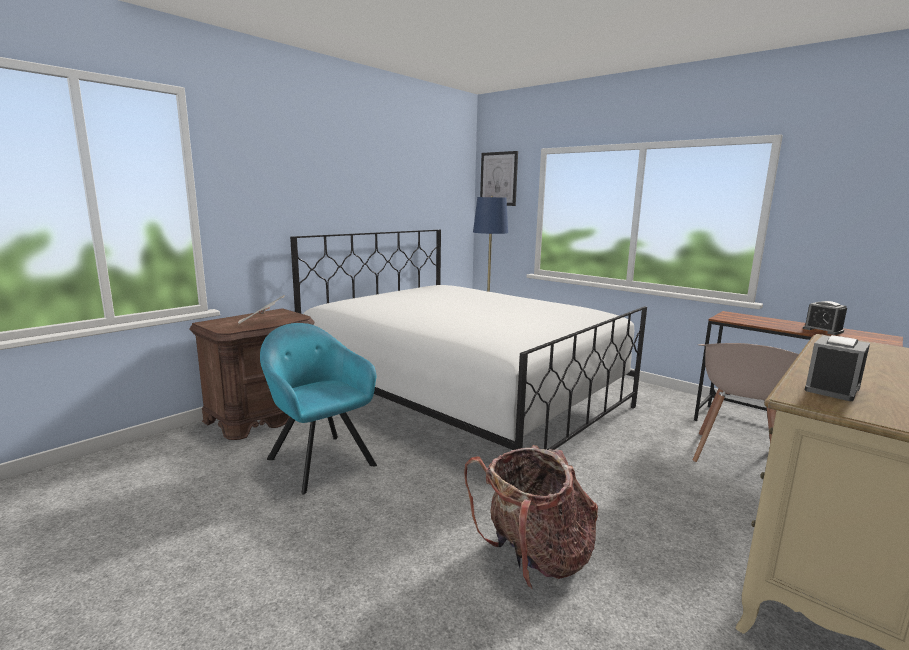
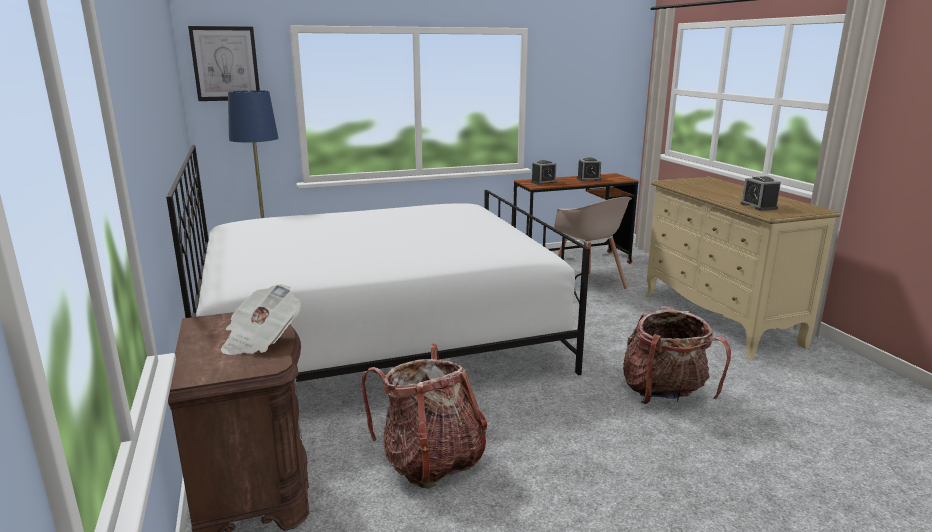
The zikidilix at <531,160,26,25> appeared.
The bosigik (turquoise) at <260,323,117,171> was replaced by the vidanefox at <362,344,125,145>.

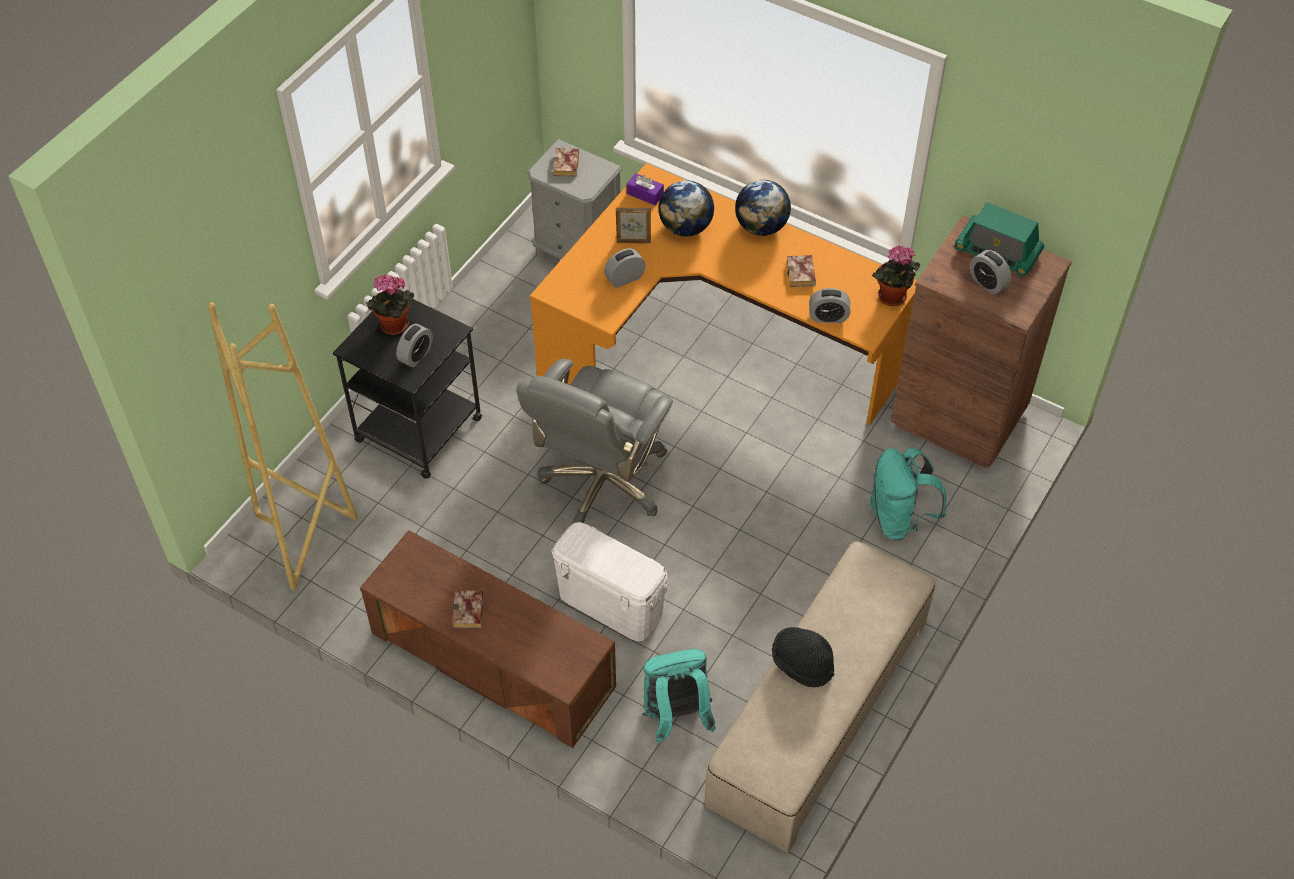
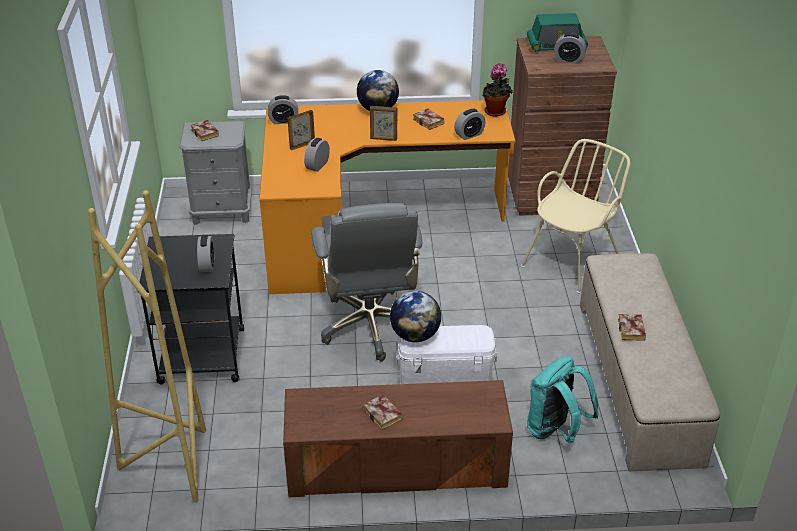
The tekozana at <366,275,48,60> disappeared.
The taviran at <370,106,27,35> appeared.
The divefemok moved from <659,180,55,57> to <390,291,51,51>.
The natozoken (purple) at <627,173,37,32> was replaced by the zikidilix at <268,95,30,29>.
The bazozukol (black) at <772,627,62,60> was replaced by the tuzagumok at <618,314,28,27>.
The vidanefox (turquoise) at <869,448,78,92> was replaced by the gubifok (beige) at <521,139,110,154>.

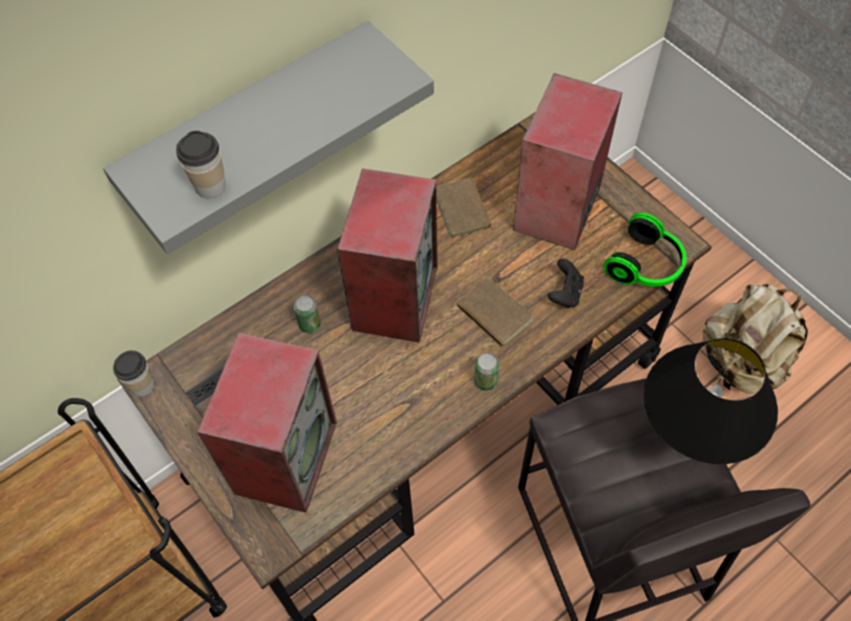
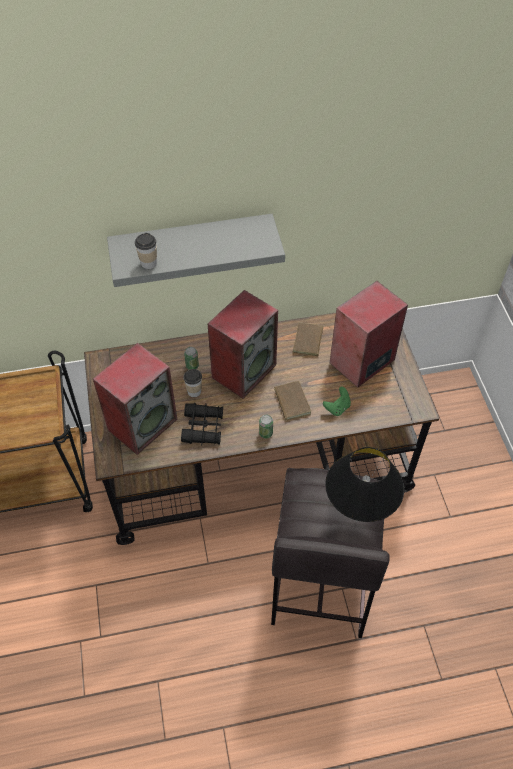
The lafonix at <604,212,83,75> disappeared.
The vidanefox (beige) at <703,284,105,110> disappeared.
The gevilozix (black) at <181,403,42,42> appeared.
The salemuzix moved from <113,350,41,47> to <183,369,19,28>.
The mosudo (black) at <548,258,36,50> became the mosudo (green) at <323,387,28,29>.

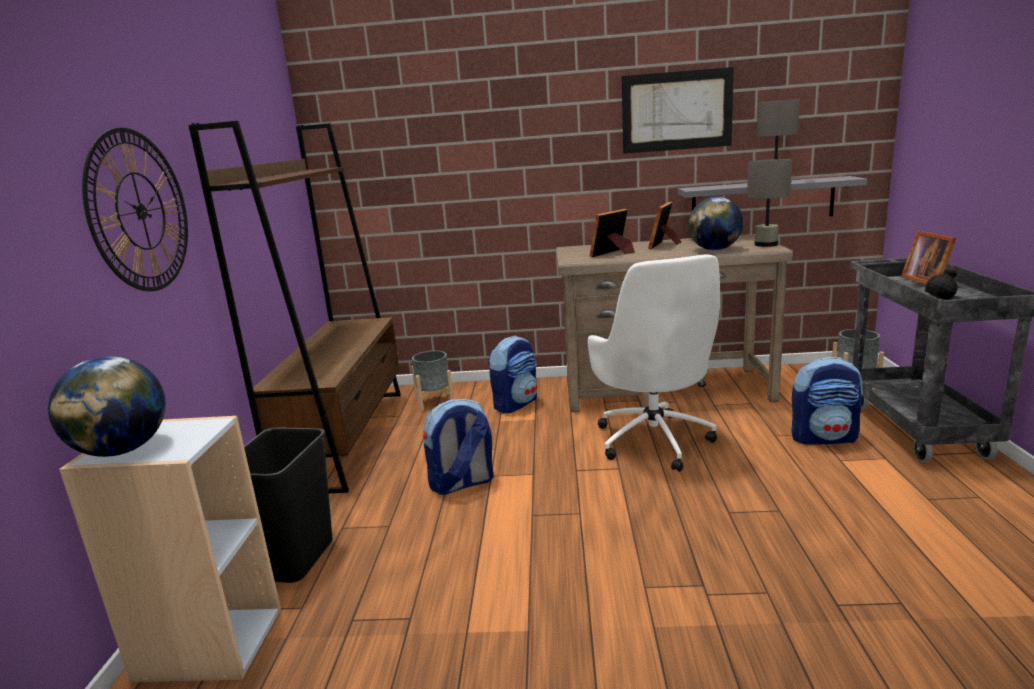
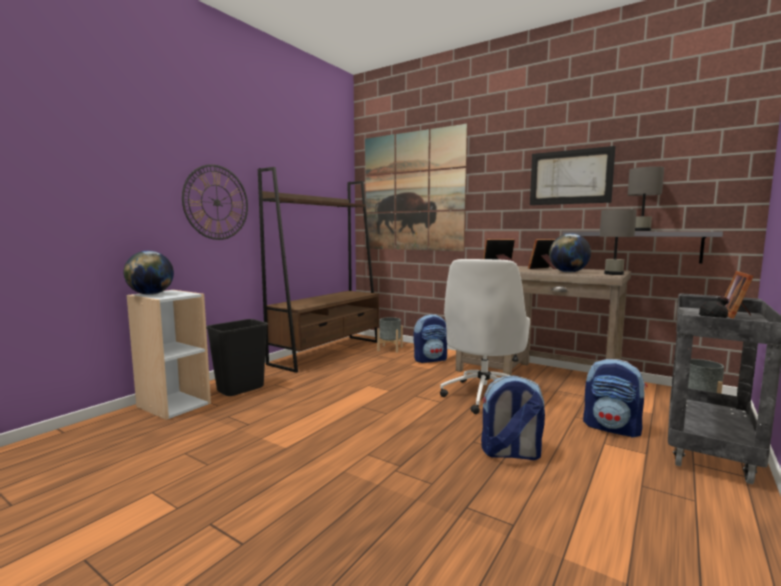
The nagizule at <365,124,103,127> appeared.
The vidanefox moved from <423,399,71,96> to <481,375,64,85>.

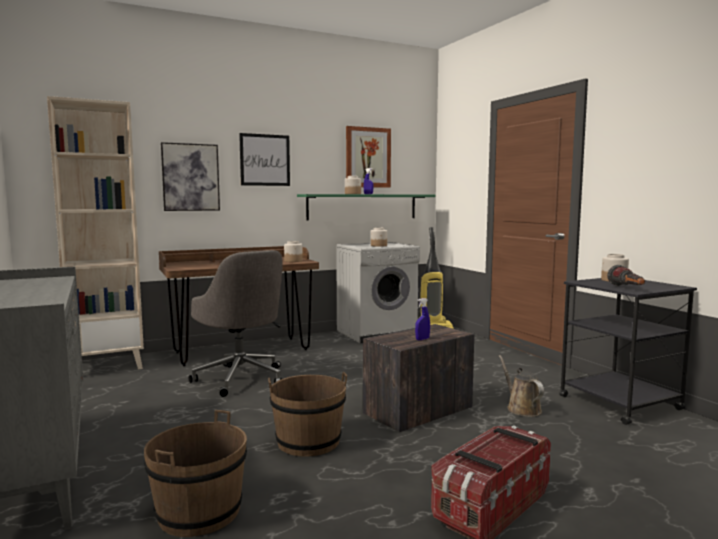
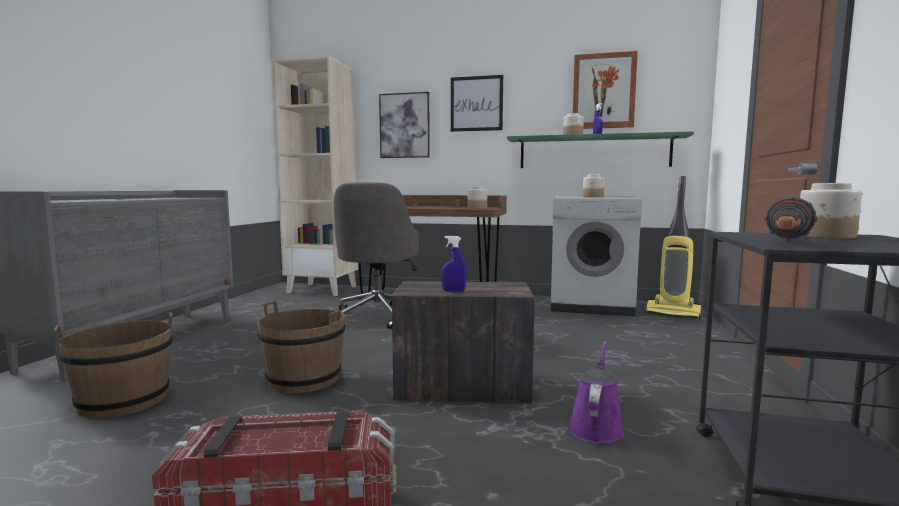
The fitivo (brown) at <499,355,45,62> became the fitivo (purple) at <568,341,56,103>.

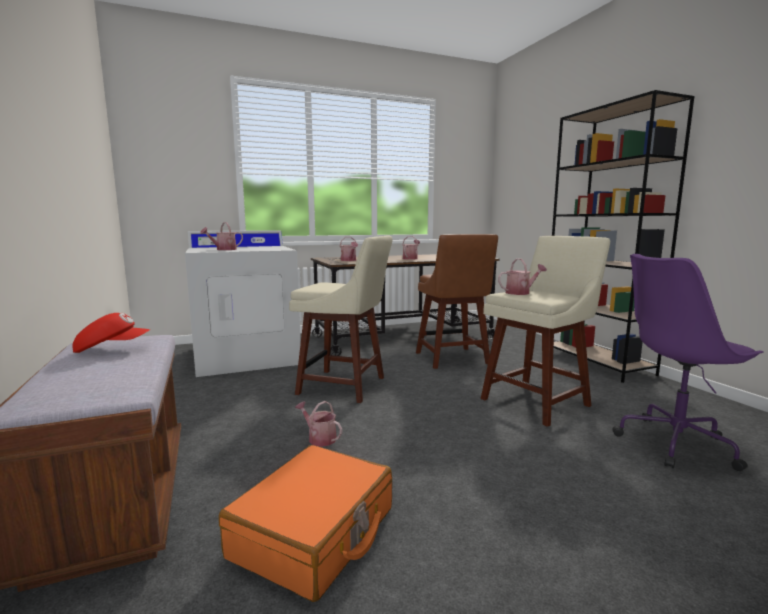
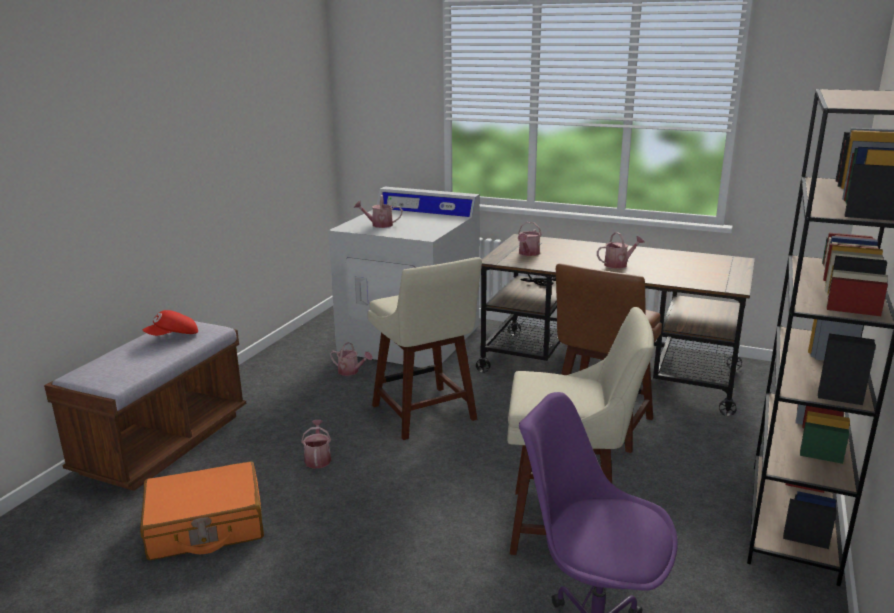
The fitivo moved from <498,258,49,37> to <330,342,43,34>.
The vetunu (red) at <73,313,77,40> turned 105 degrees clockwise.

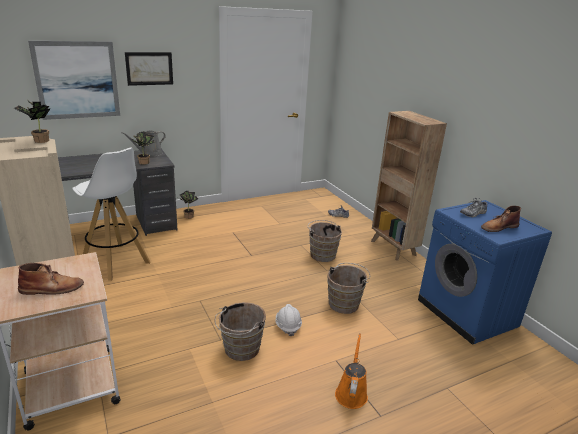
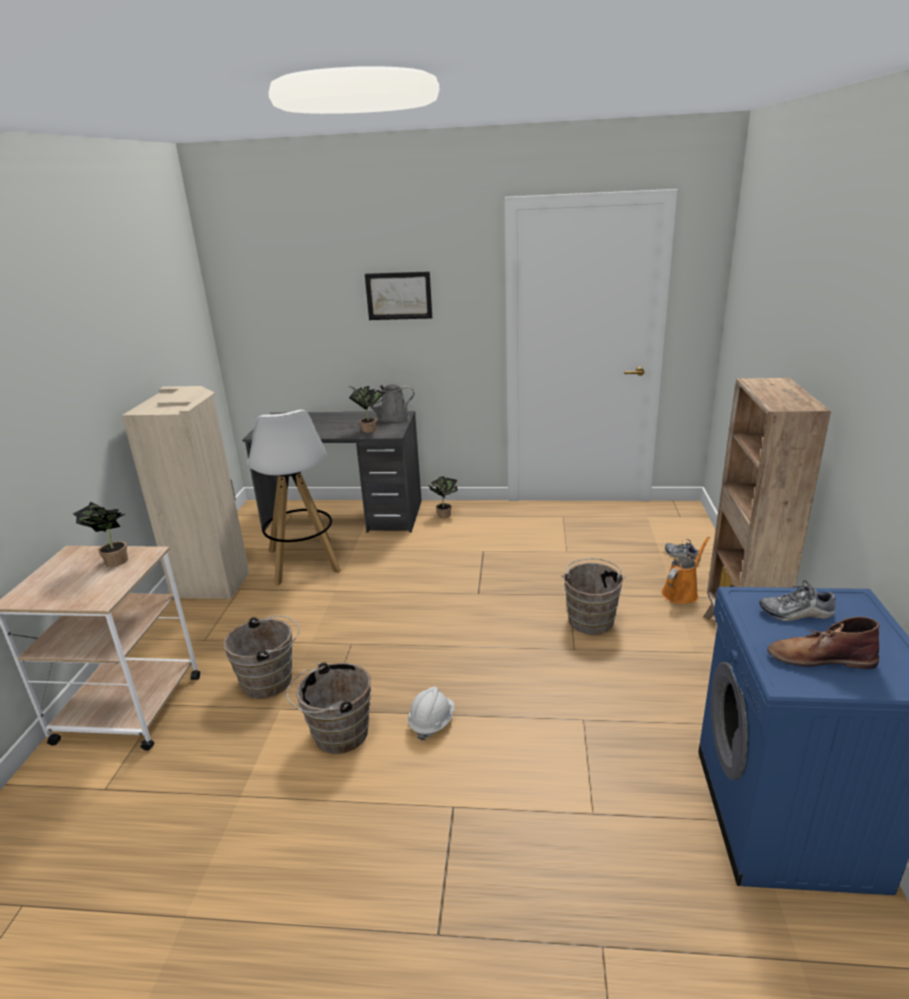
The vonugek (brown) at <18,263,66,32> disappeared.
The nagizule at <28,41,92,79> disappeared.
The tekozana moved from <14,100,37,43> to <73,502,55,65>.
The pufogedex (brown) moved from <327,263,43,51> to <223,616,77,83>.
The fitivo (orange) moved from <335,333,33,76> to <661,536,49,68>.

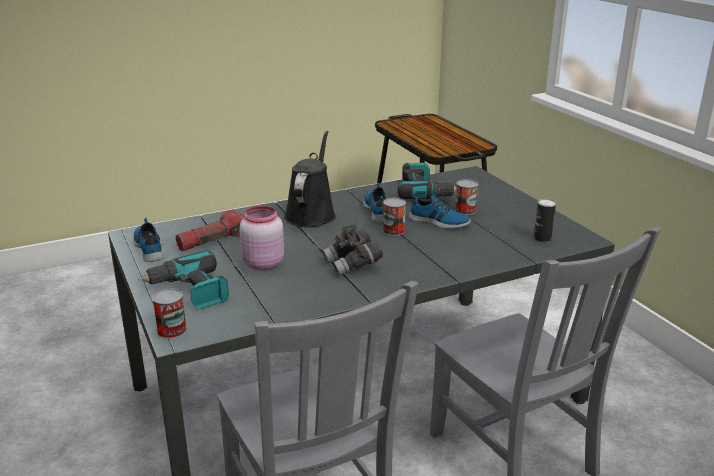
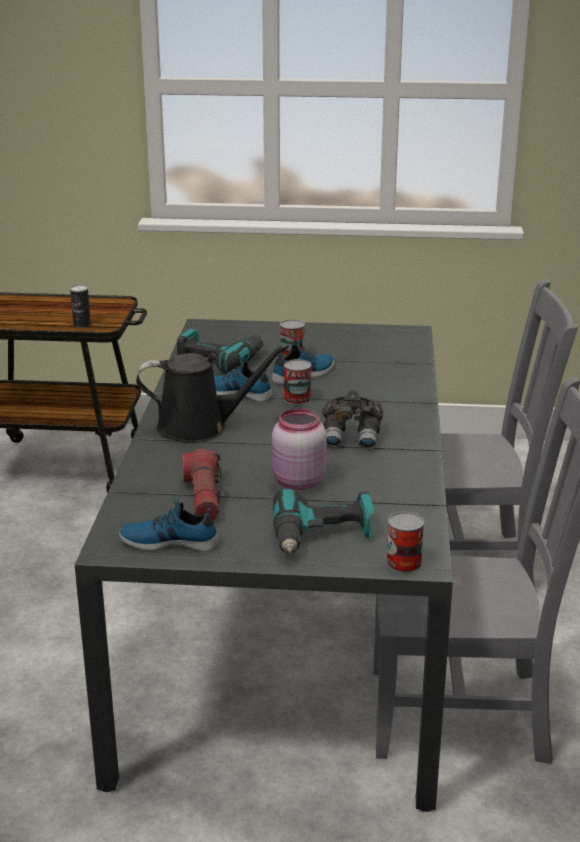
The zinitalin moved from <534,199,22,43> to <70,285,21,43>.
The fitivo (black) at <284,131,52,96> turned 135 degrees clockwise.

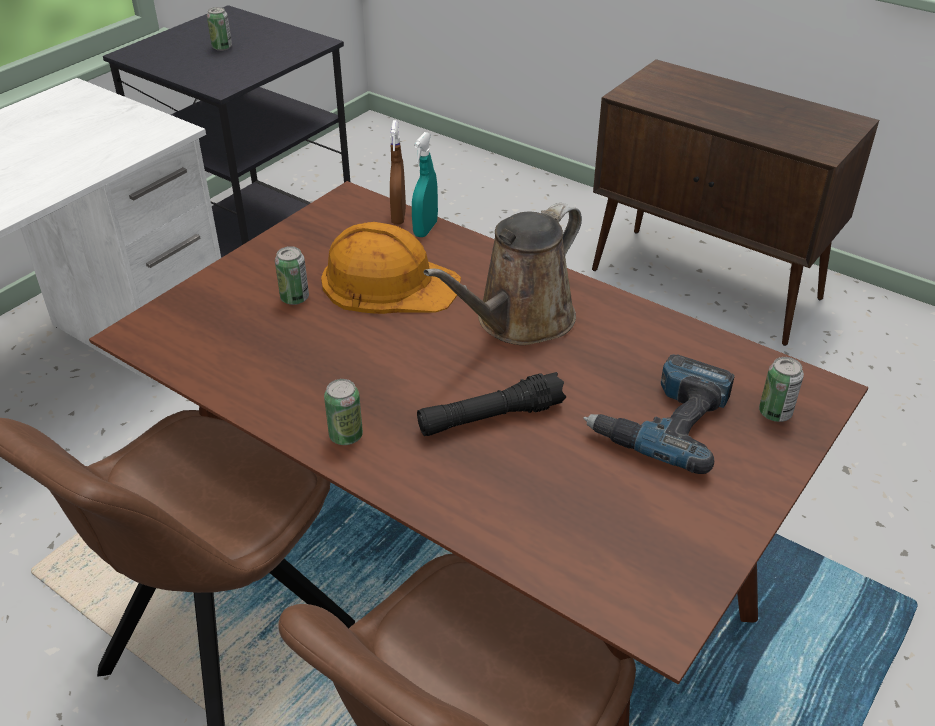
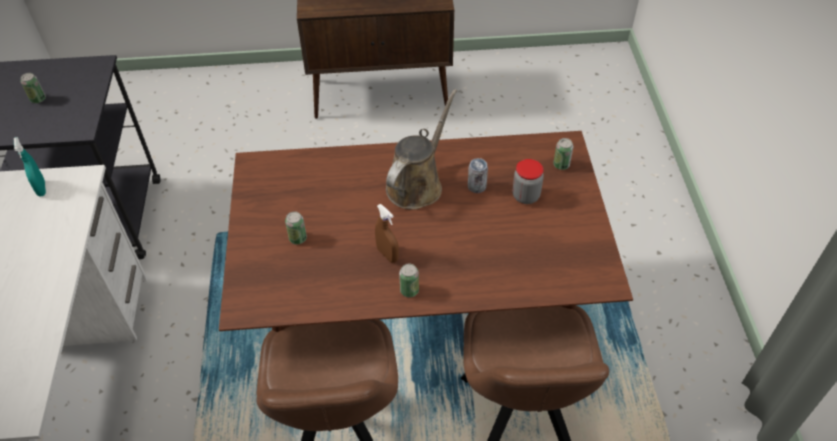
The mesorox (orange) at <321,222,140,92> disappeared.
The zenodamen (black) at <417,372,149,64> disappeared.
The zinitalin at <468,158,20,35> appeared.
The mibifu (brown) moved from <390,120,16,105> to <375,204,24,59>.
The mibifu (turquoise) moved from <412,132,26,105> to <14,137,32,59>.
The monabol at <583,354,152,120> was replaced by the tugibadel at <513,159,31,45>.
The fitivo (brown) at <423,203,159,142> turned 150 degrees counterclockwise.

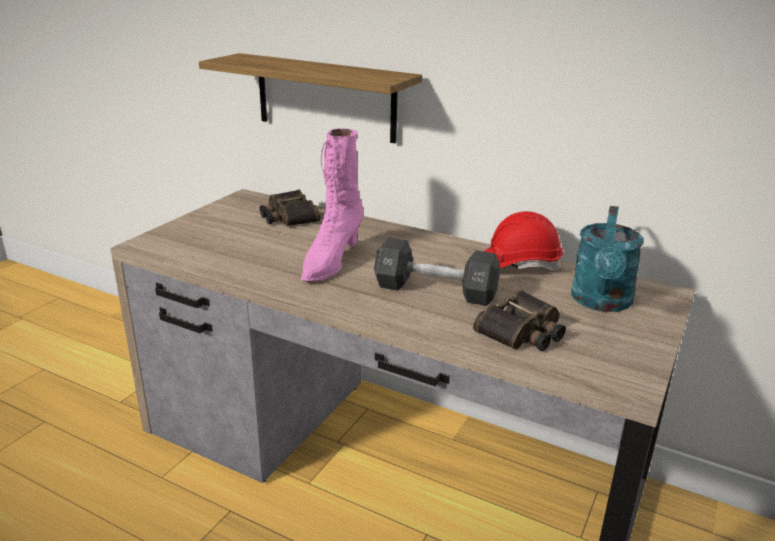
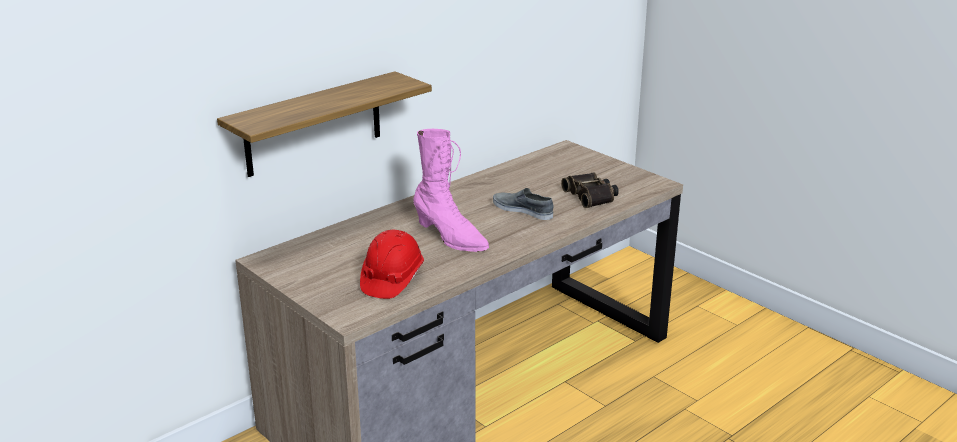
The gevilozix at <260,190,60,37> disappeared.
The fitivo (turquoise) at <571,206,73,106> disappeared.
The mesorox (red) moved from <484,211,79,60> to <360,229,64,70>.
The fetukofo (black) at <374,237,126,69> was replaced by the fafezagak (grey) at <493,188,61,32>.

